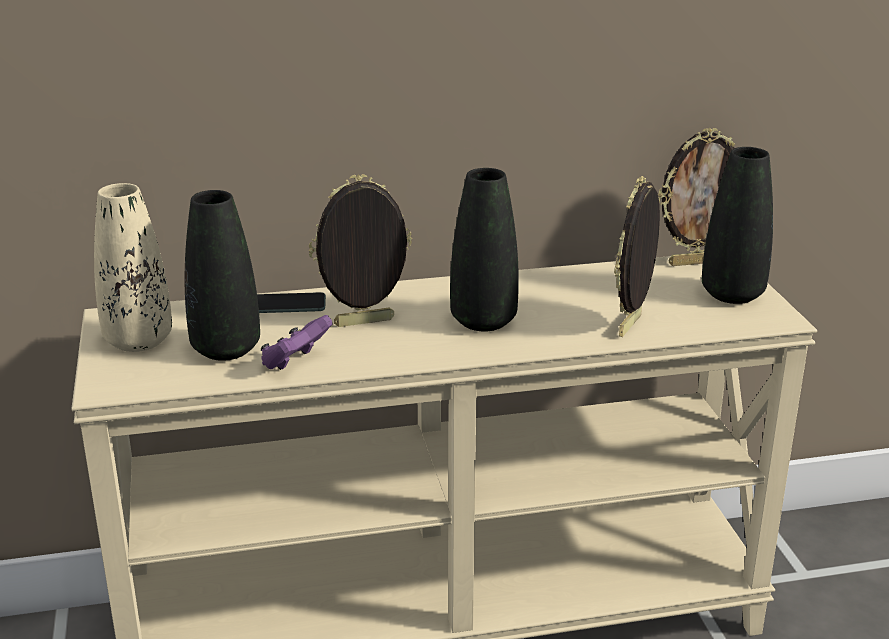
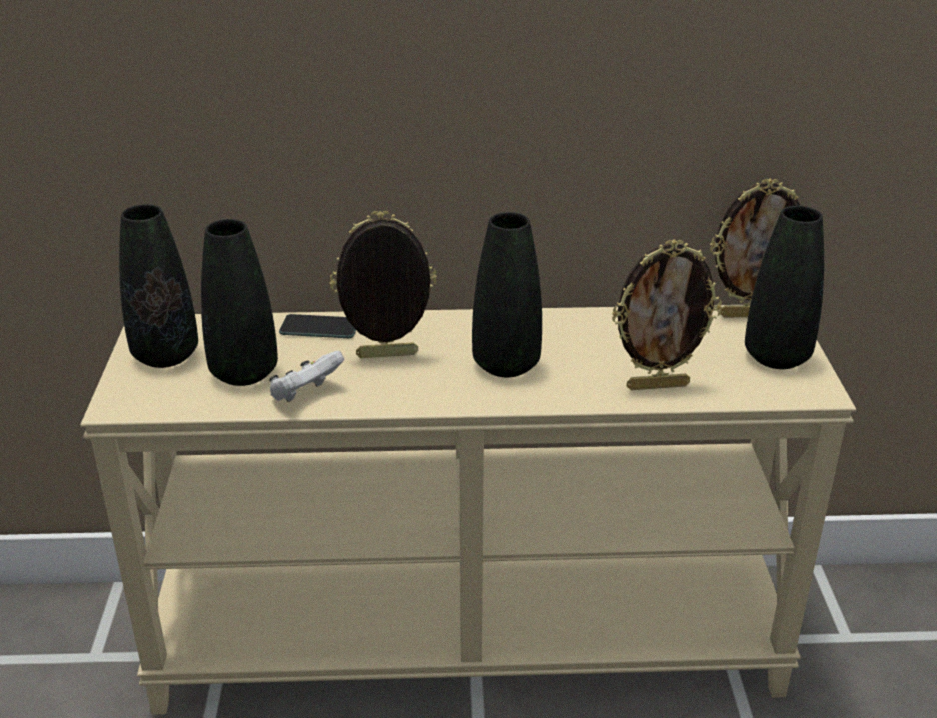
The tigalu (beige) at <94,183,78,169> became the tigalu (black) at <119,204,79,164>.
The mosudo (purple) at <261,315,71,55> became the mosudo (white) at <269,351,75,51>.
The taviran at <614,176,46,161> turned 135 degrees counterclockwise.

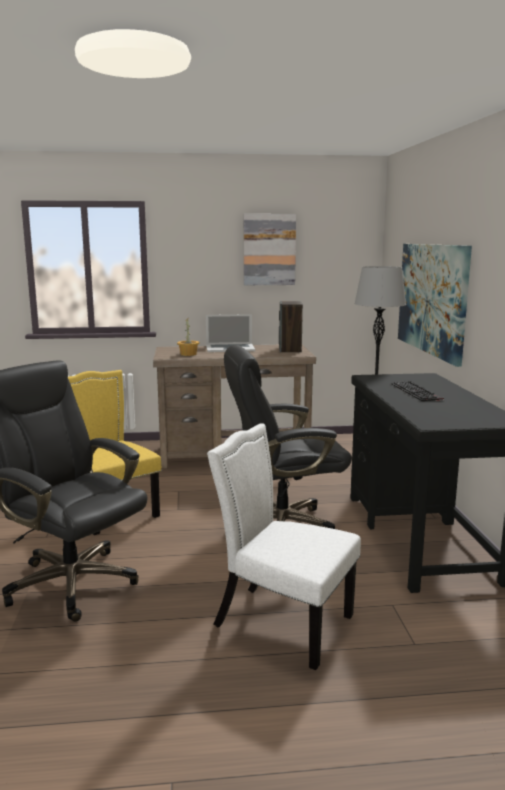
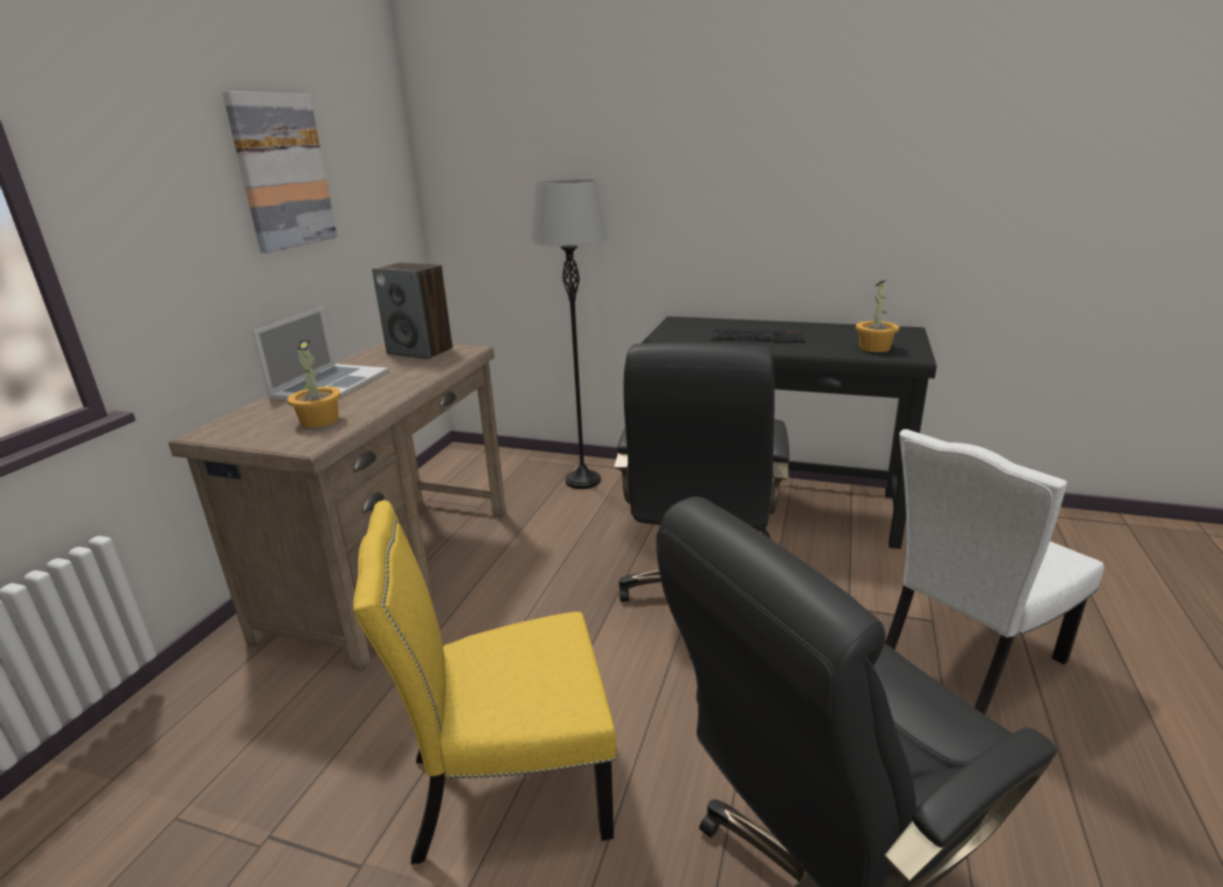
The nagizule at <398,244,74,123> disappeared.
The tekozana at <856,280,43,72> appeared.

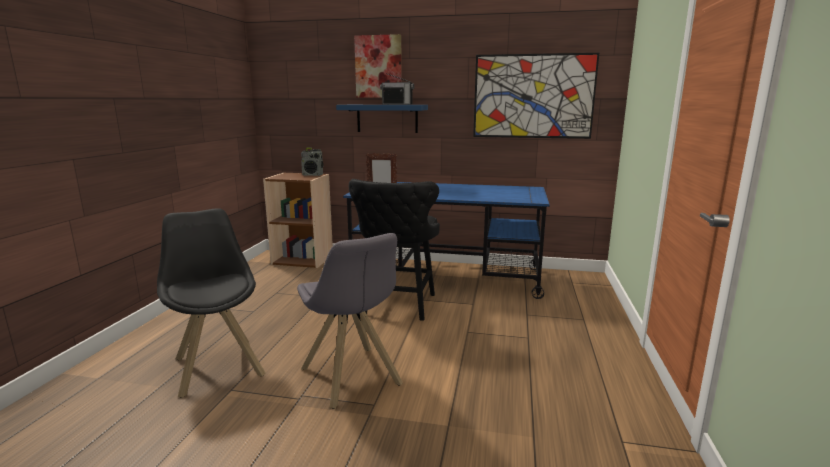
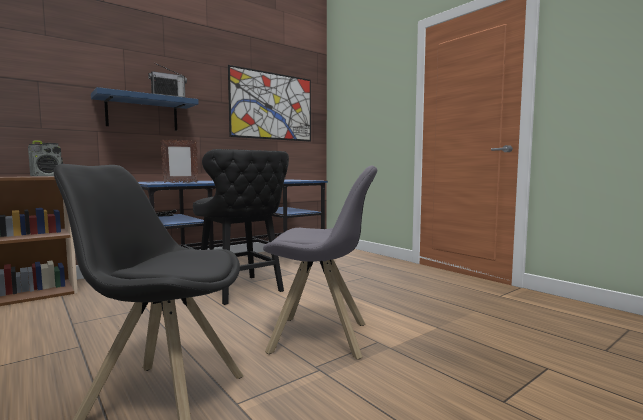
The nagizule at <354,34,48,64> disappeared.

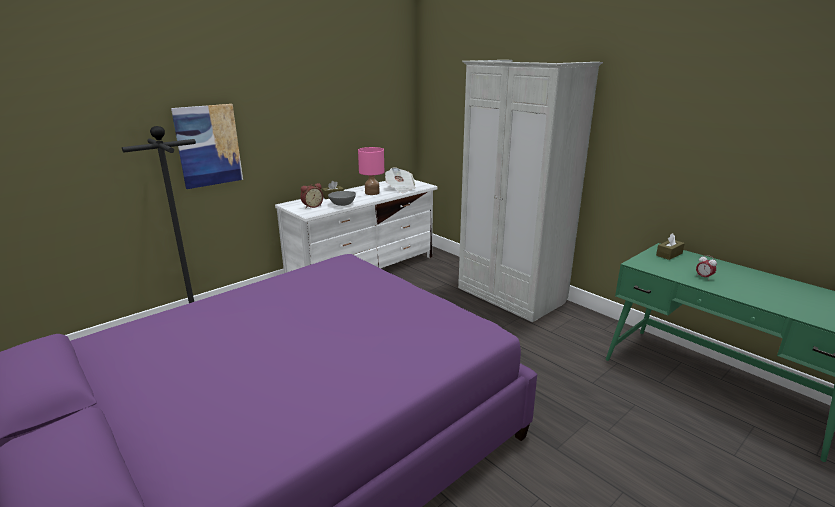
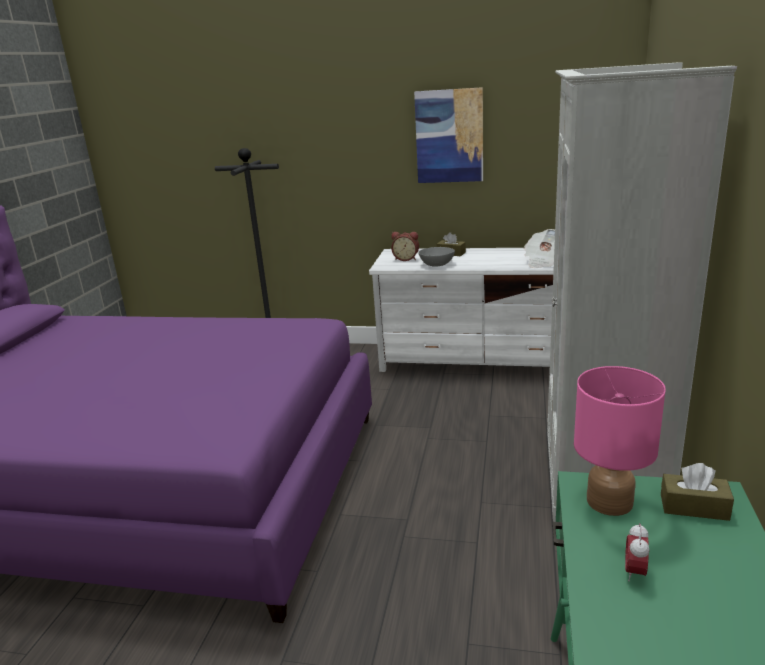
The nagizule moved from <171,104,72,85> to <414,87,69,96>.
The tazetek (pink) moved from <358,147,26,48> to <574,366,92,150>.

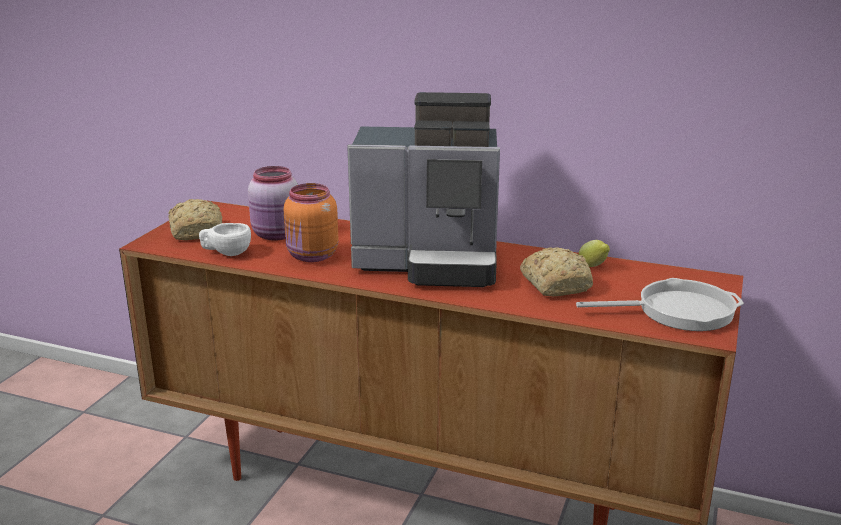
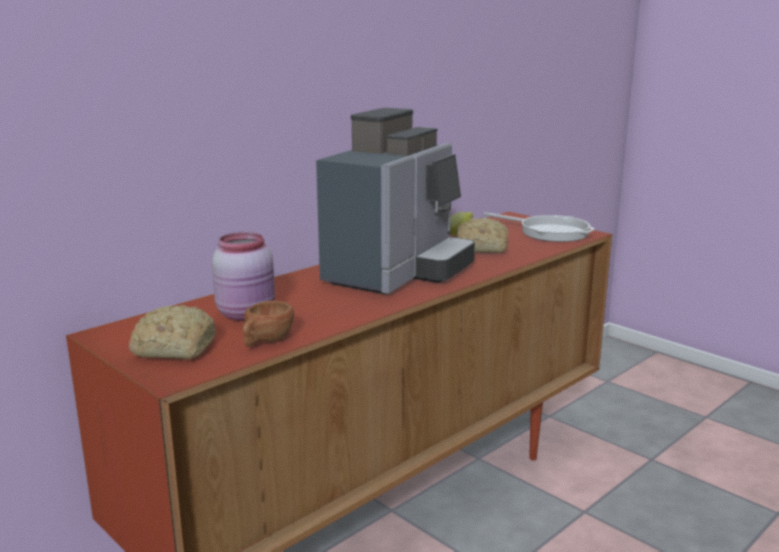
The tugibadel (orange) at <284,183,55,79> disappeared.
The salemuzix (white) at <199,223,52,33> became the salemuzix (brown) at <243,301,51,46>.
The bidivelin at <576,278,168,53> turned 105 degrees clockwise.

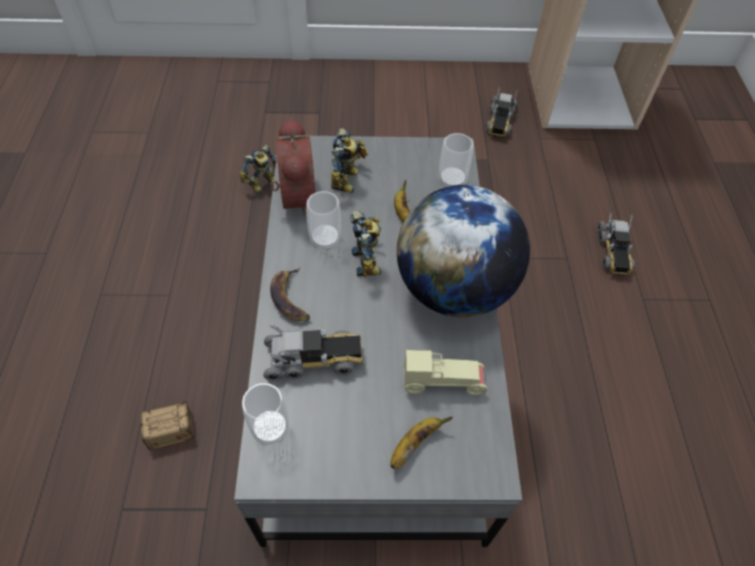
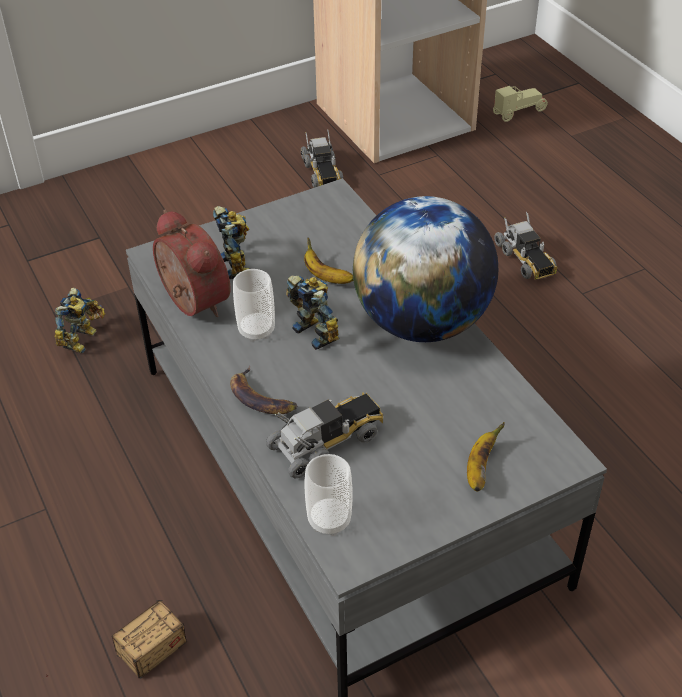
The salemuzix at <439,133,34,54> disappeared.
The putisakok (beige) moved from <404,350,83,45> to <493,86,55,36>.

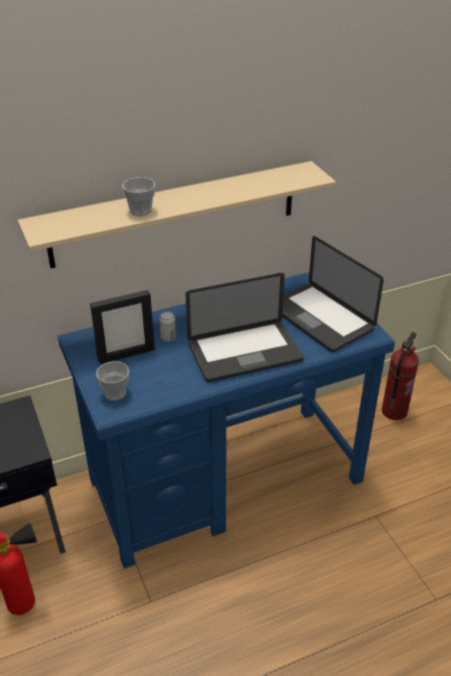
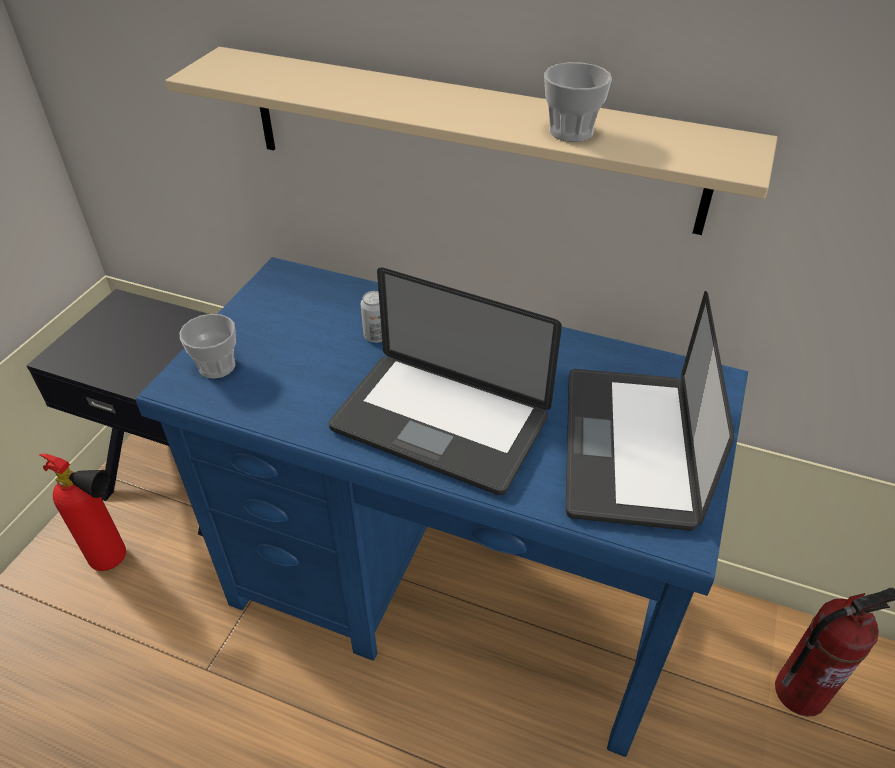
The taviran at <90,290,65,74> disappeared.
The salemuzix moved from <122,177,33,39> to <544,62,68,80>.

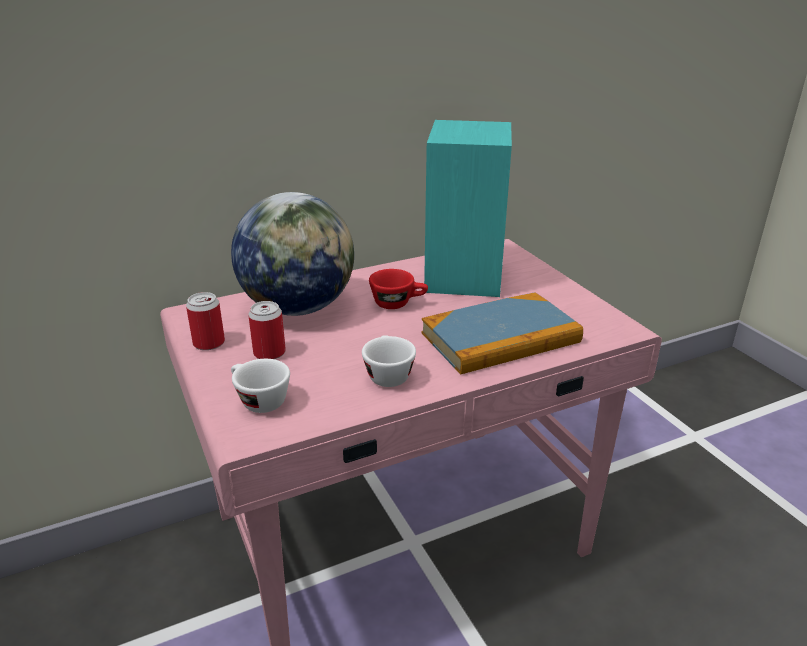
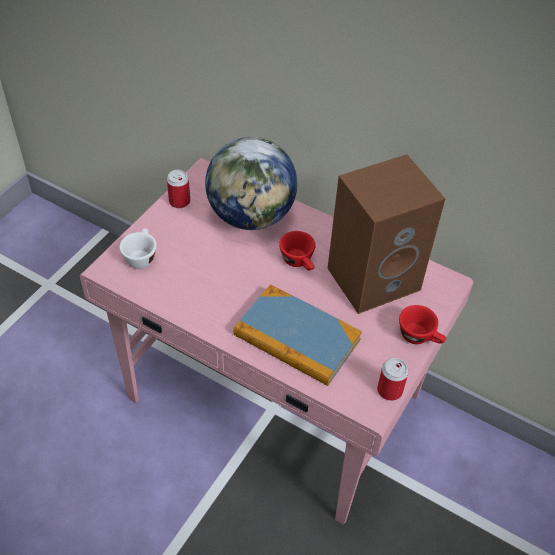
The salemuzix (white) at <362,335,54,52> disappeared.
The salemuzix (red) at <399,305,47,39> appeared.
The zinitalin moved from <248,301,38,58> to <377,358,32,43>.
The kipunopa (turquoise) at <424,120,88,177> became the kipunopa (brown) at <327,154,118,160>.

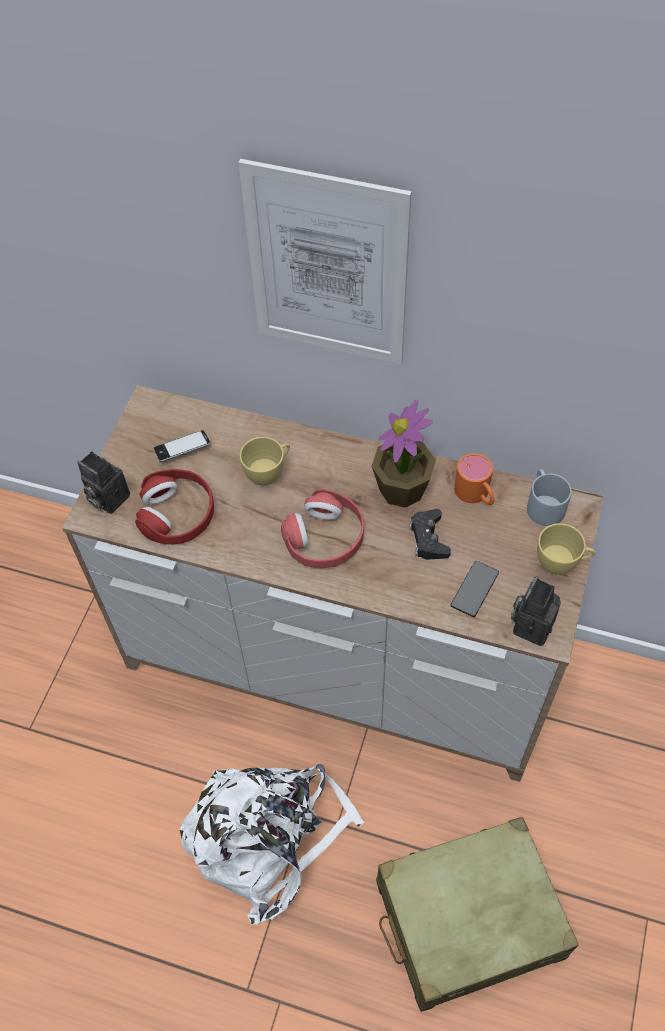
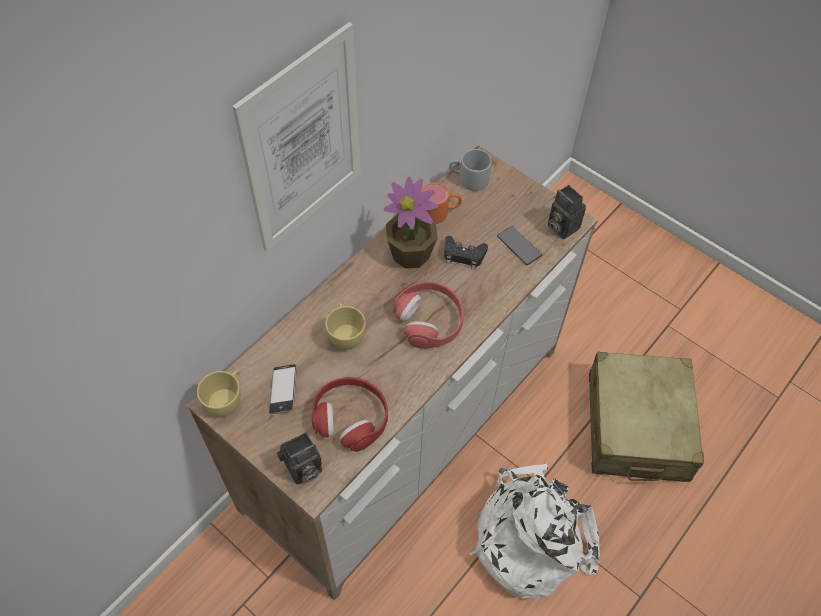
The salemuzix (yellow) moved from <537,523,59,52> to <197,370,44,47>.

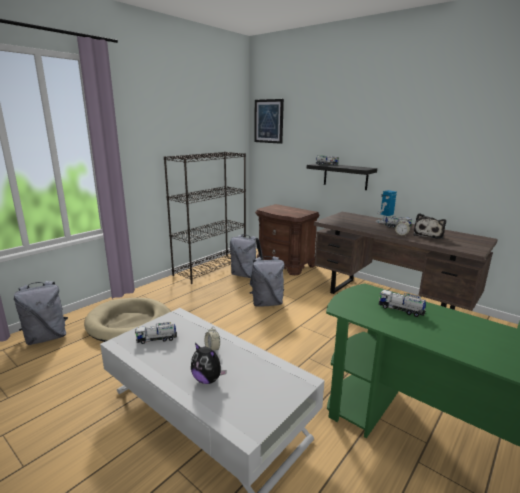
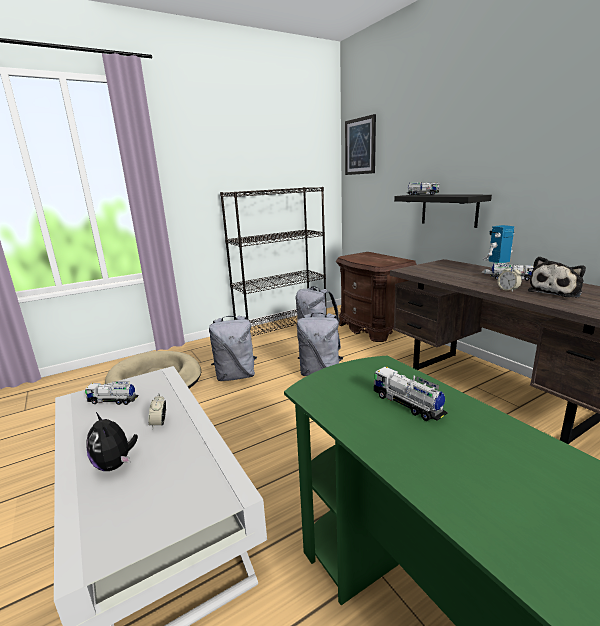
The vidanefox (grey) moved from <14,281,54,64> to <209,316,48,65>.

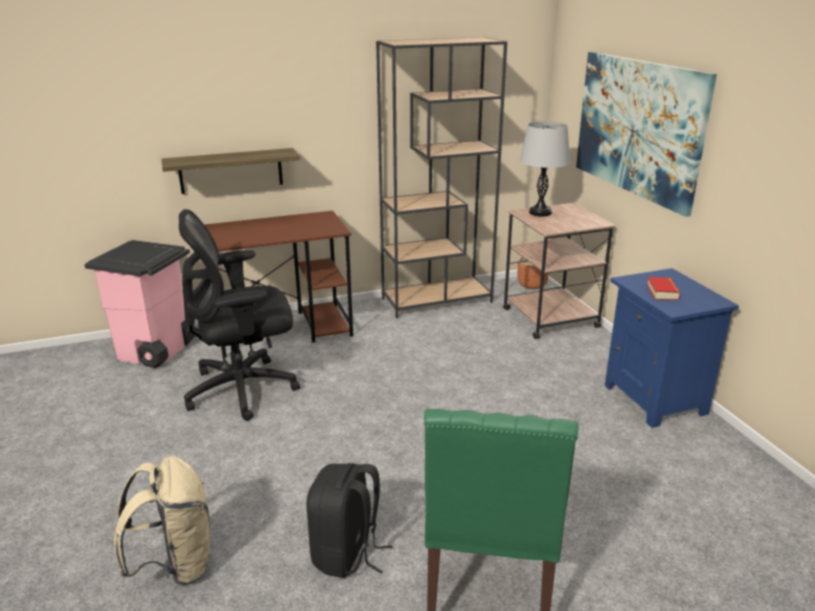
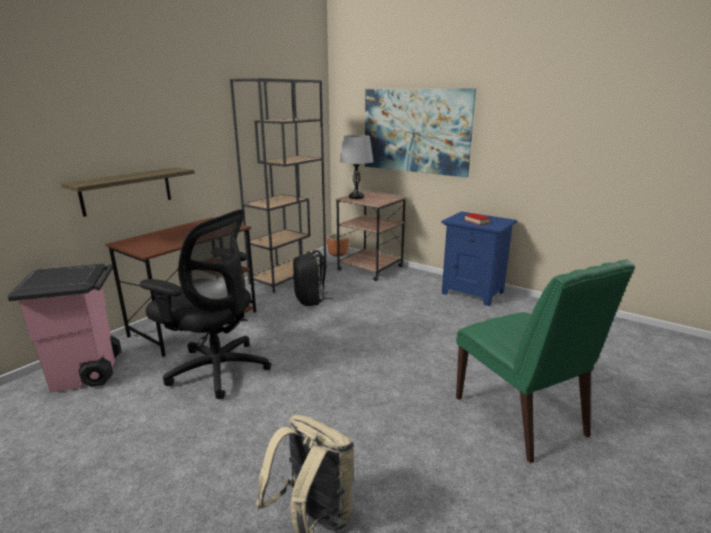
The vidanefox (black) moved from <306,463,86,115> to <293,250,39,56>.
The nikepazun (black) at <179,209,121,212> turned 105 degrees counterclockwise.

